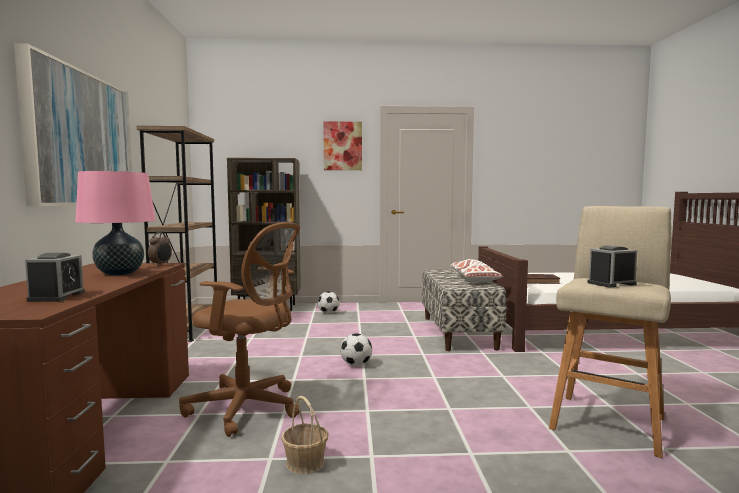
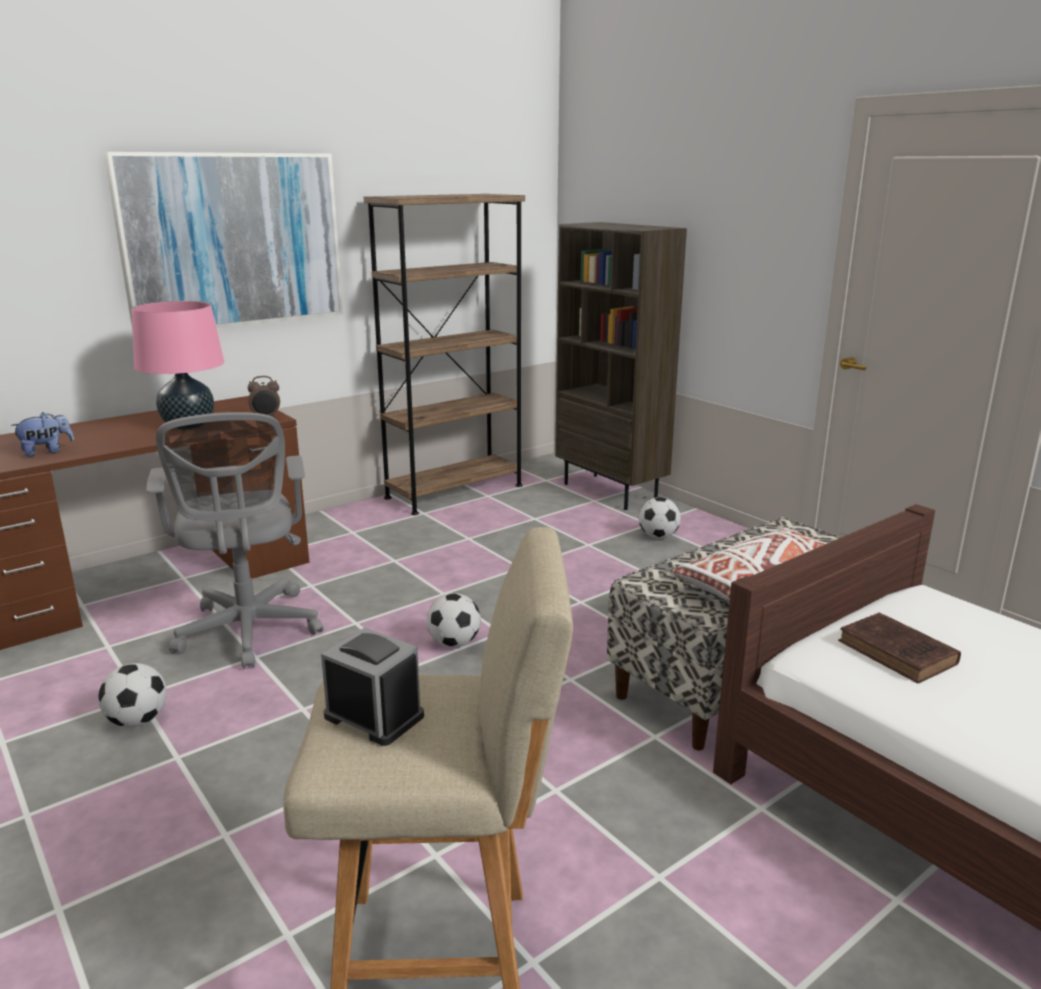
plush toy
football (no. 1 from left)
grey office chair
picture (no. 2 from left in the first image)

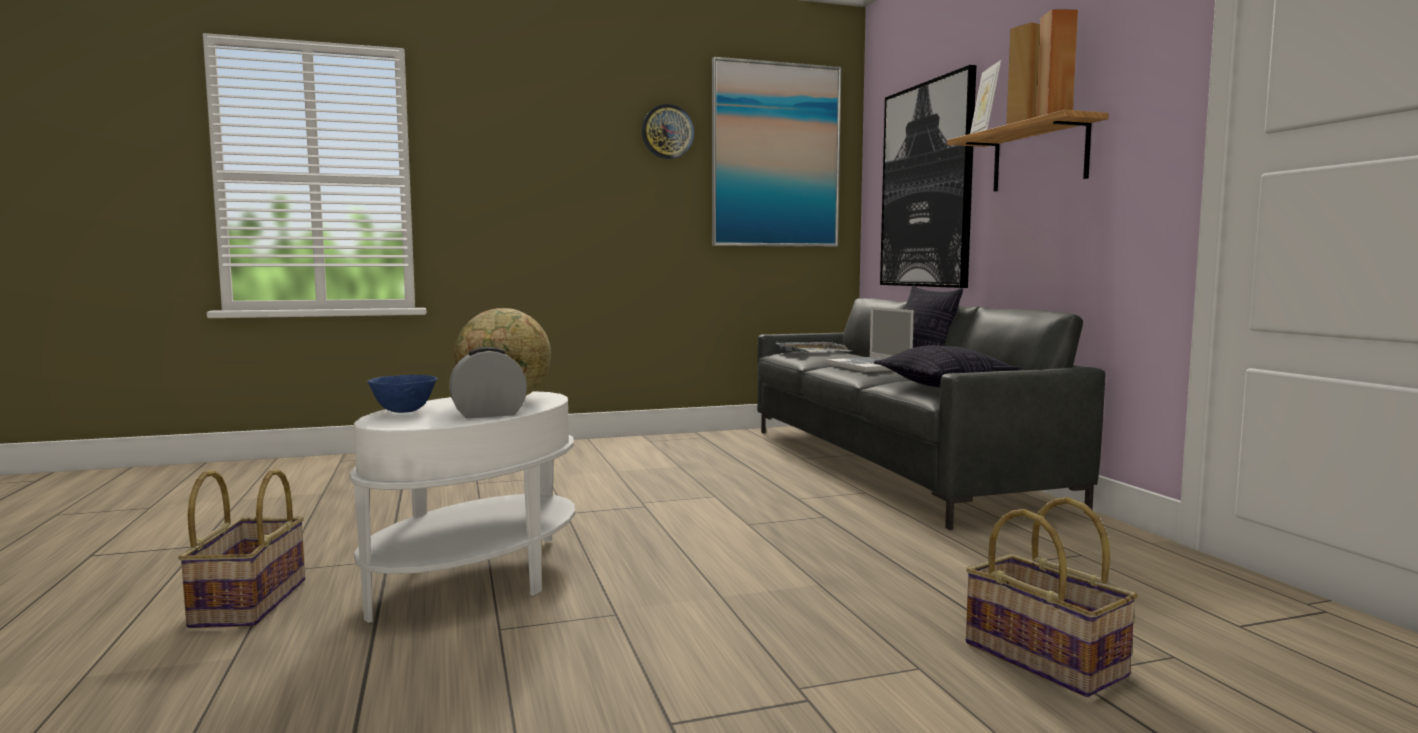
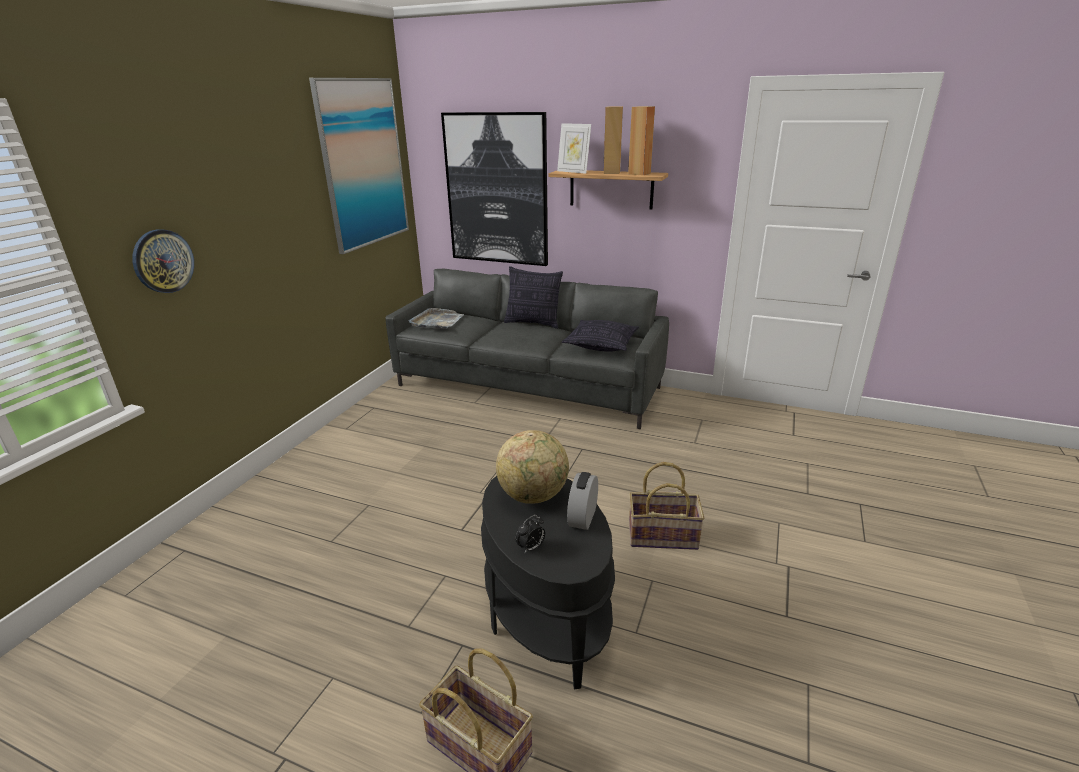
wall clock
black side table
alarm clock (no. 1 from left)
basket (no. 2 from left)
laptop

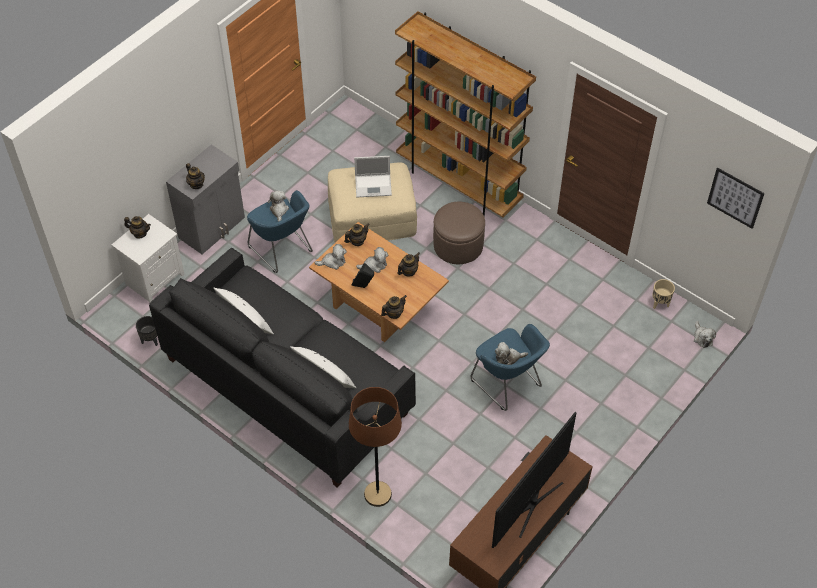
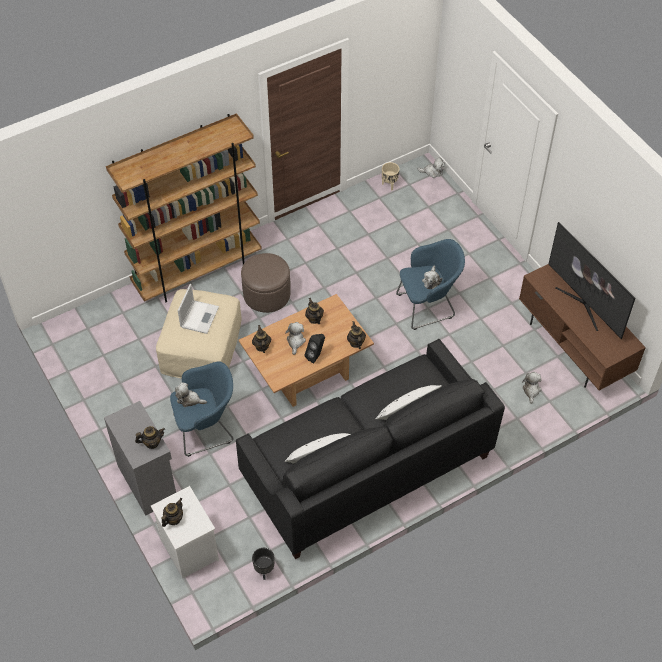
plush toy (no. 5 from left)
brown floor lamp
picture

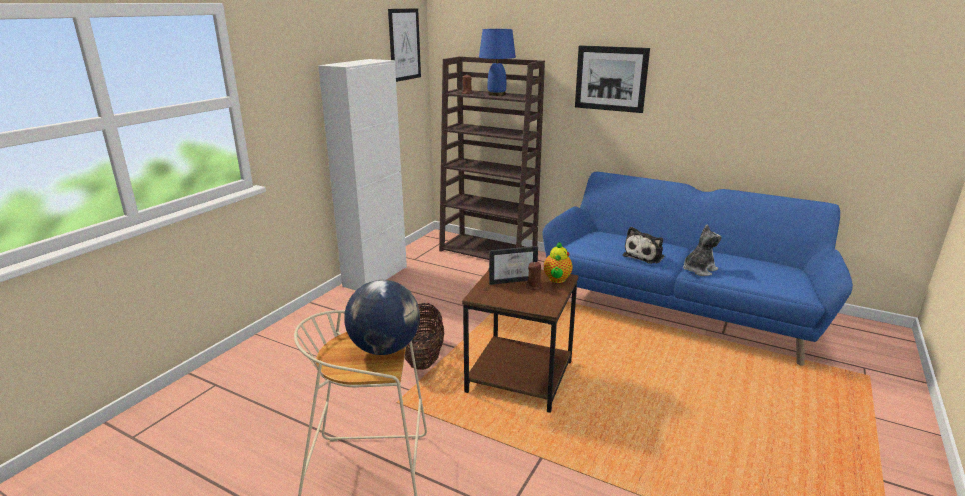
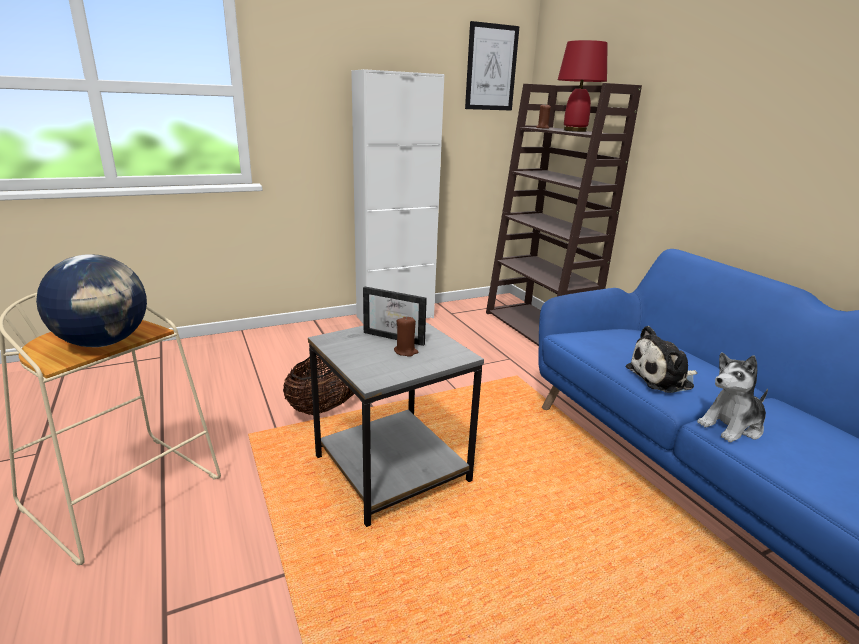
grey side table
red table lamp
plush toy (no. 2 from left)
teapot
picture (no. 2 from left in the first image)

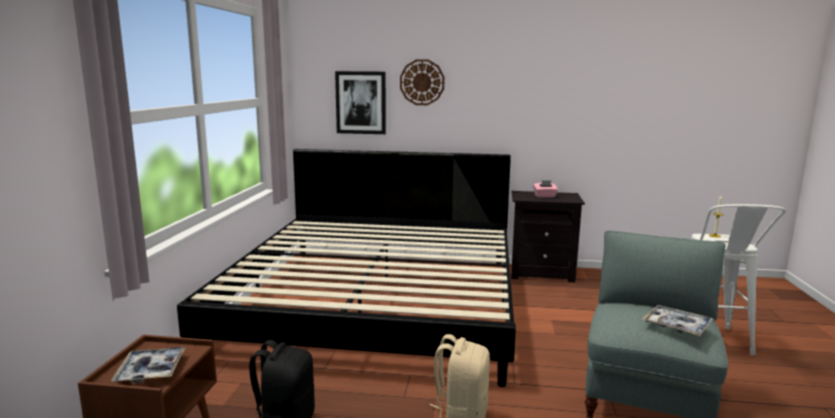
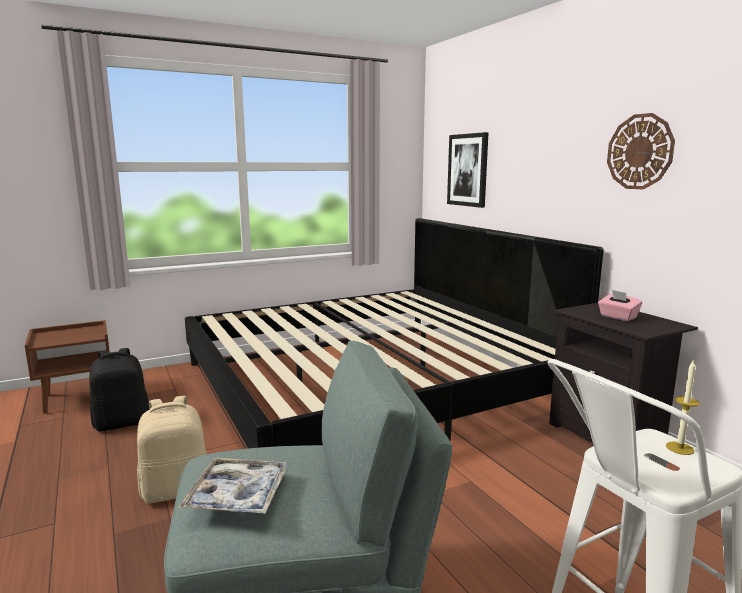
wall clock
tray (no. 1 from left in the first image)

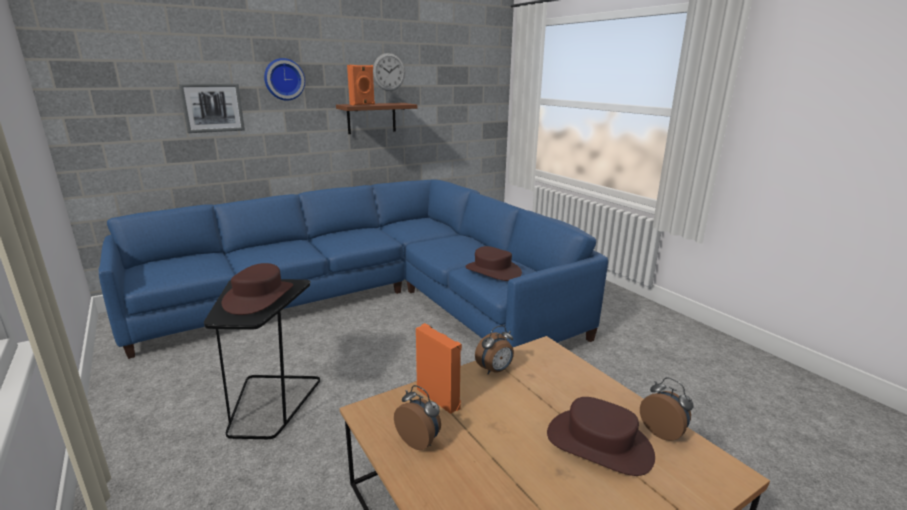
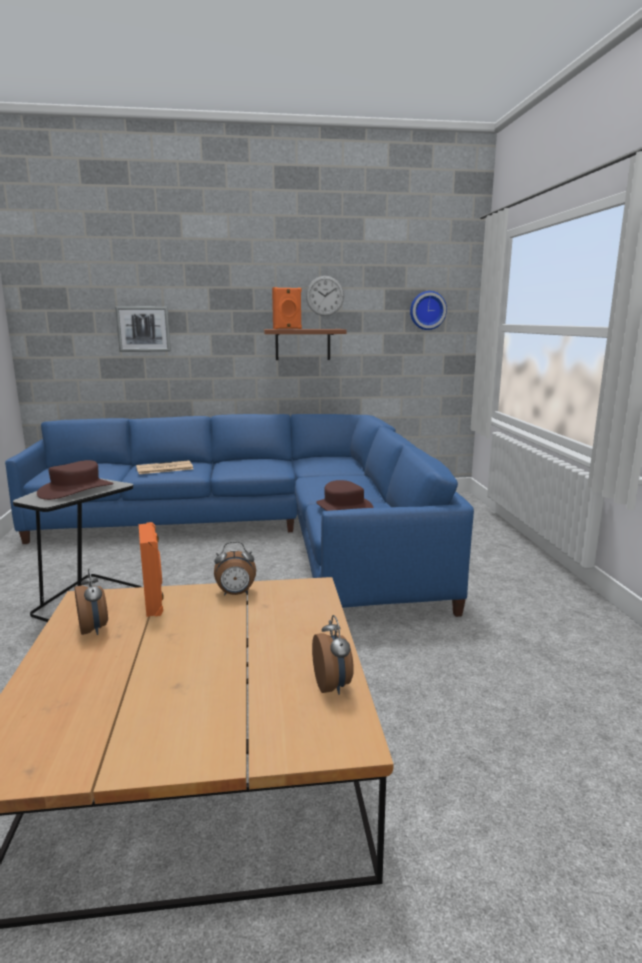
newspaper
wall clock (no. 2 from left)
brown hat (no. 3 from left in the first image)

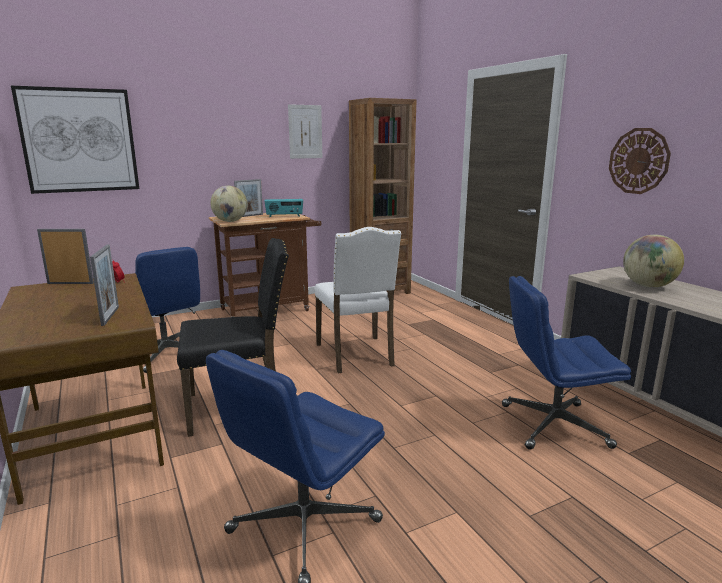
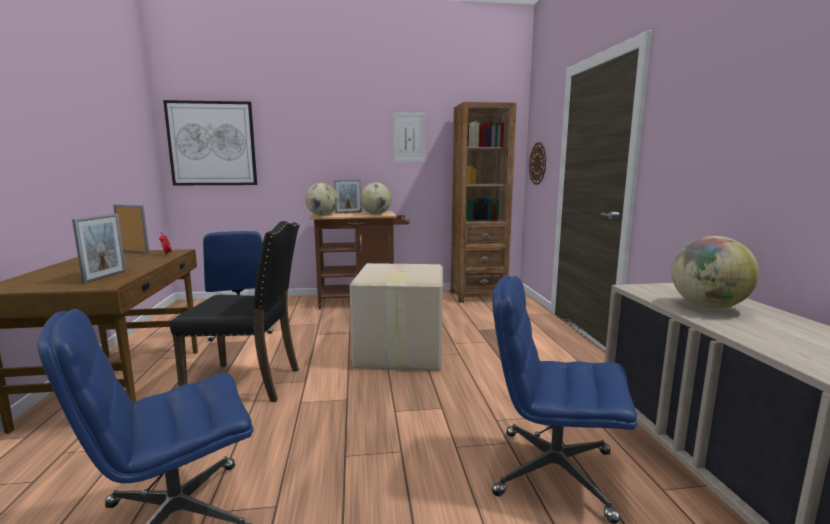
cardboard box
globe (no. 2 from left)
wall clock

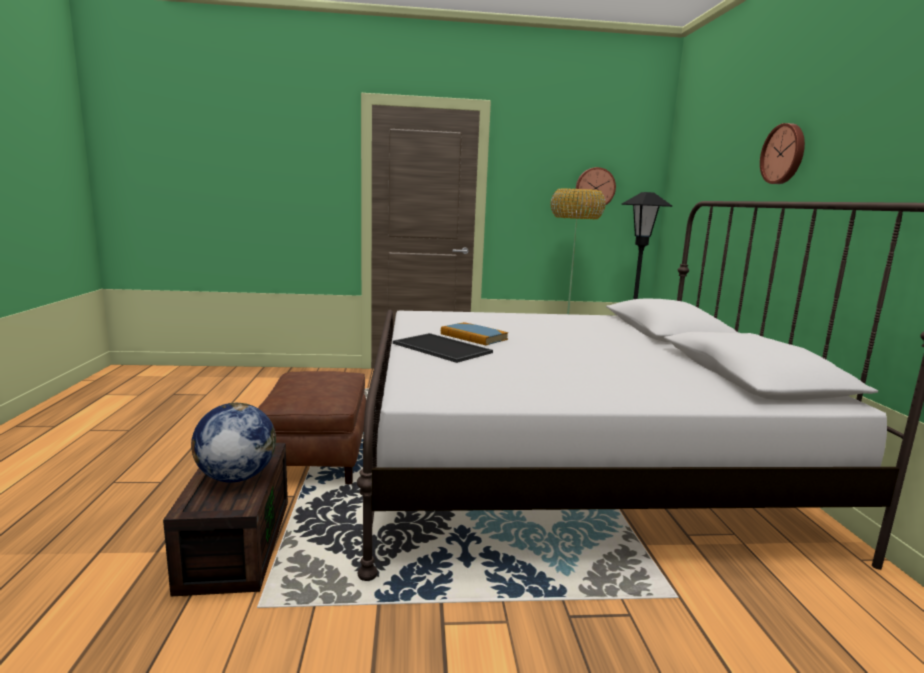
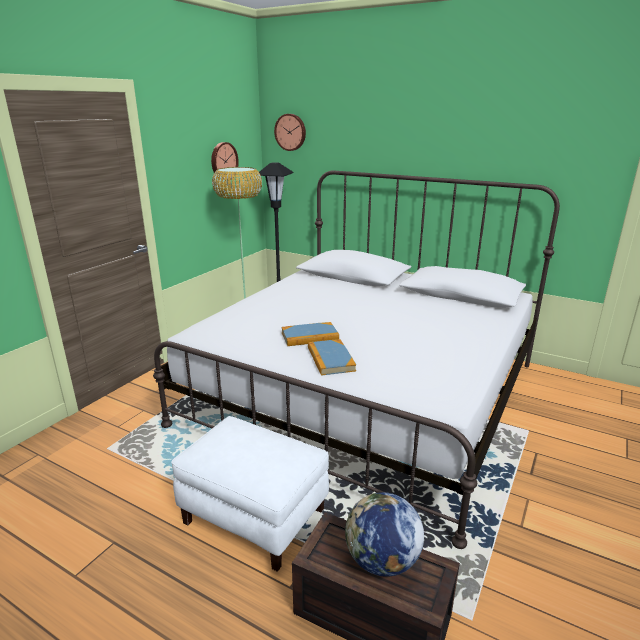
white ottoman
wall clock (no. 2 from left)
book (no. 2 from left)

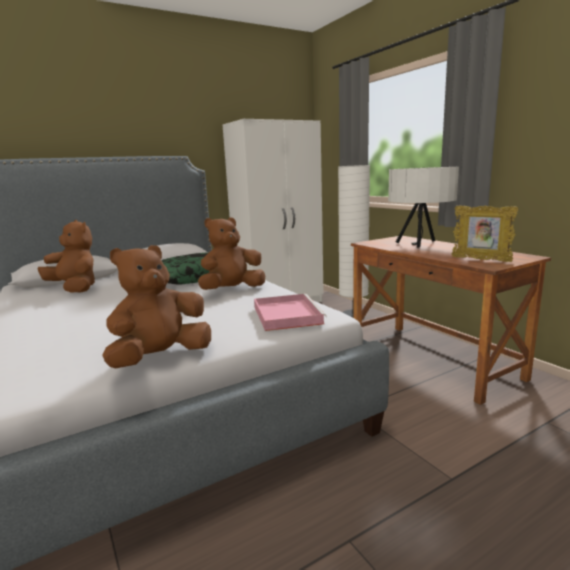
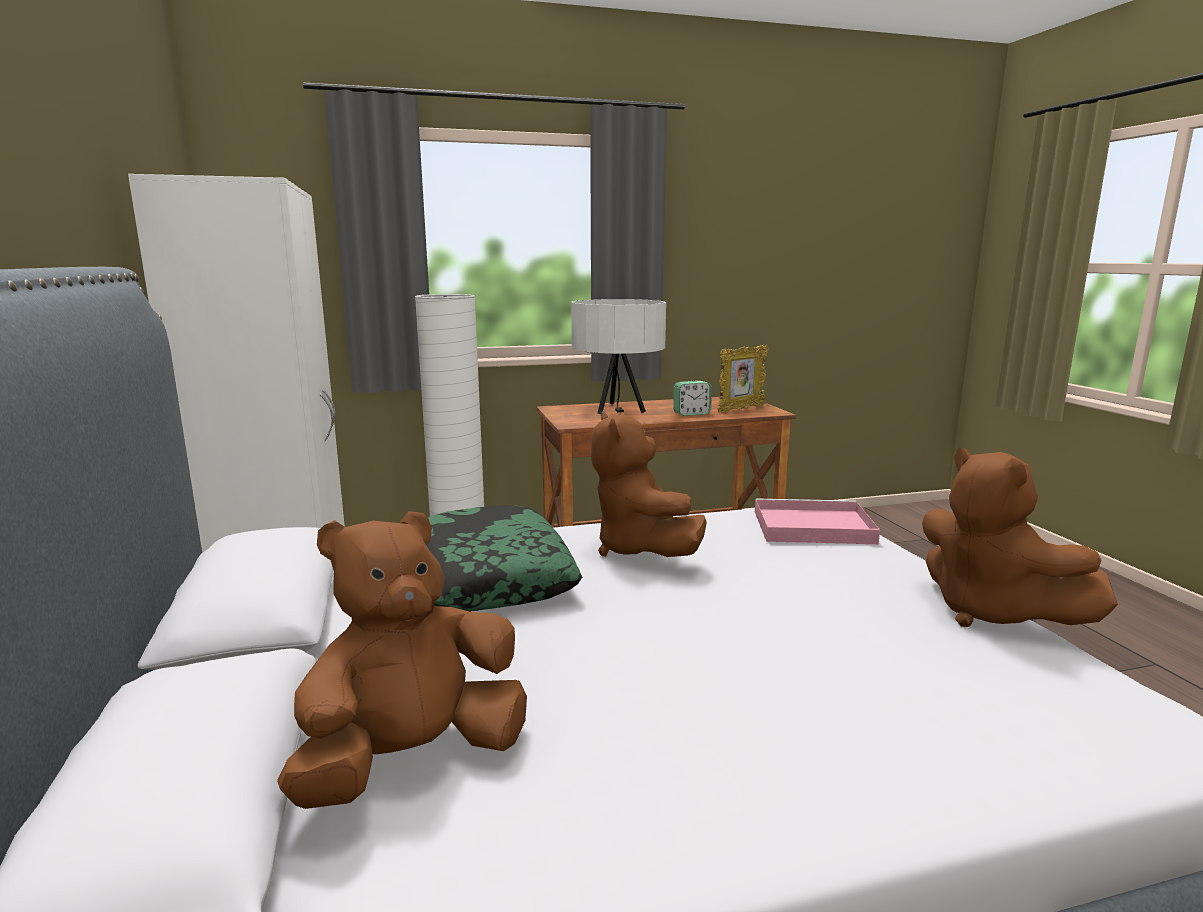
alarm clock

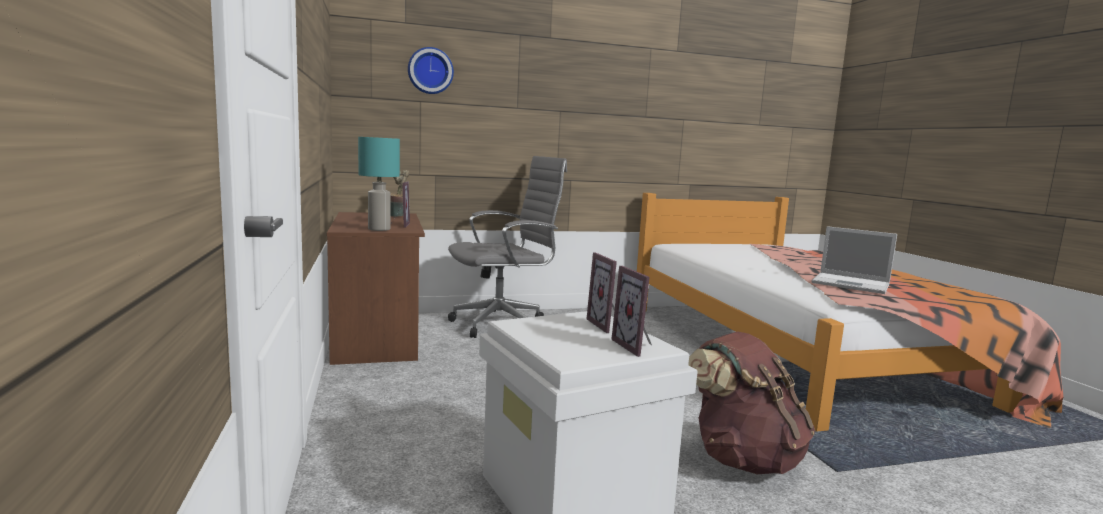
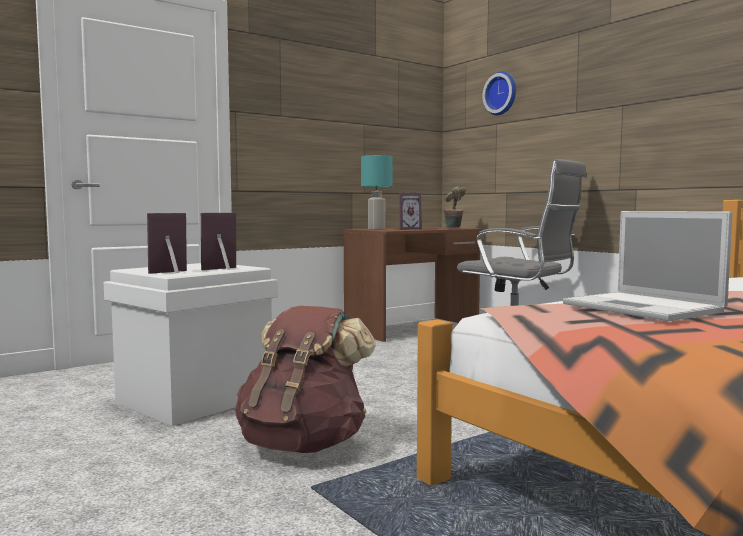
laptop

